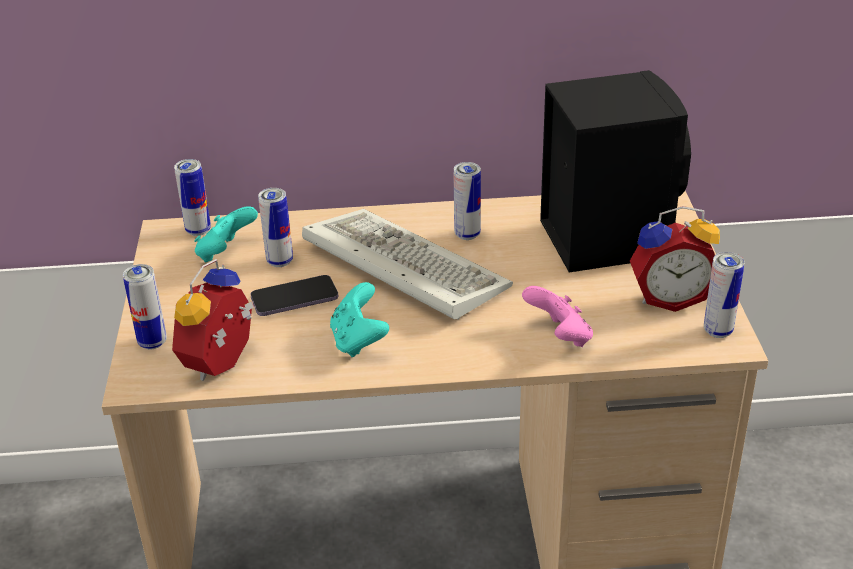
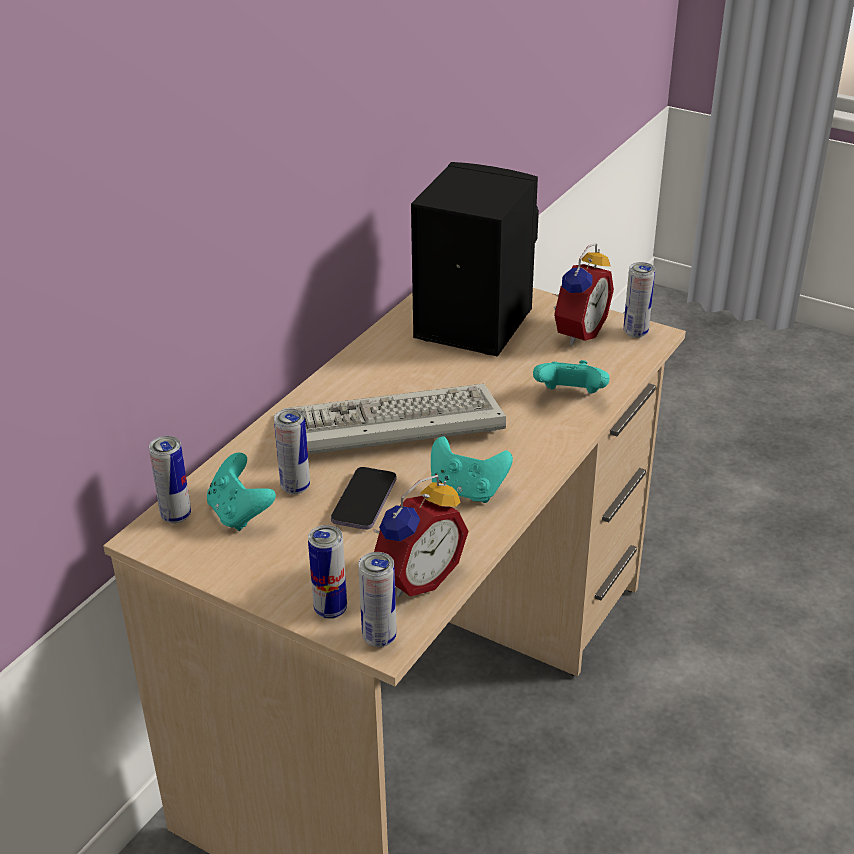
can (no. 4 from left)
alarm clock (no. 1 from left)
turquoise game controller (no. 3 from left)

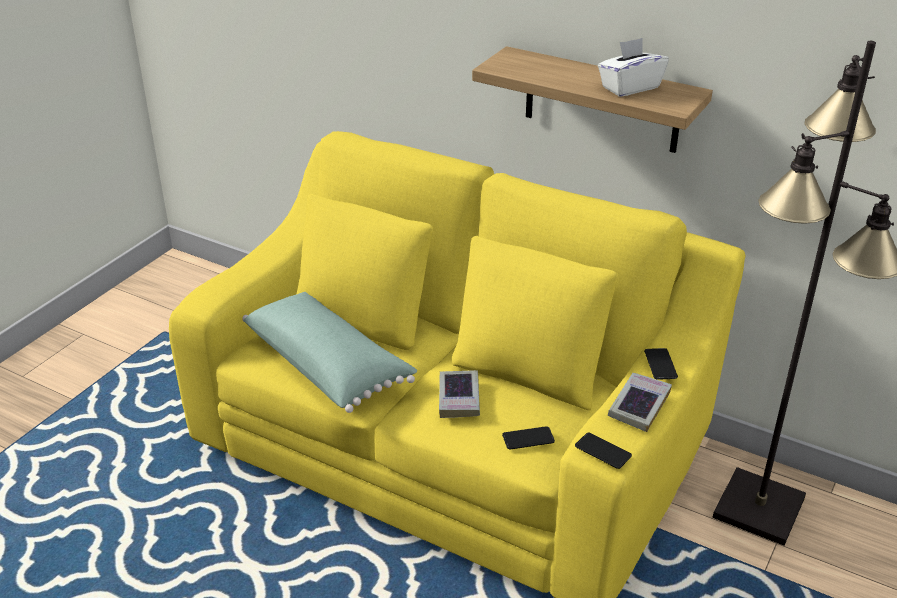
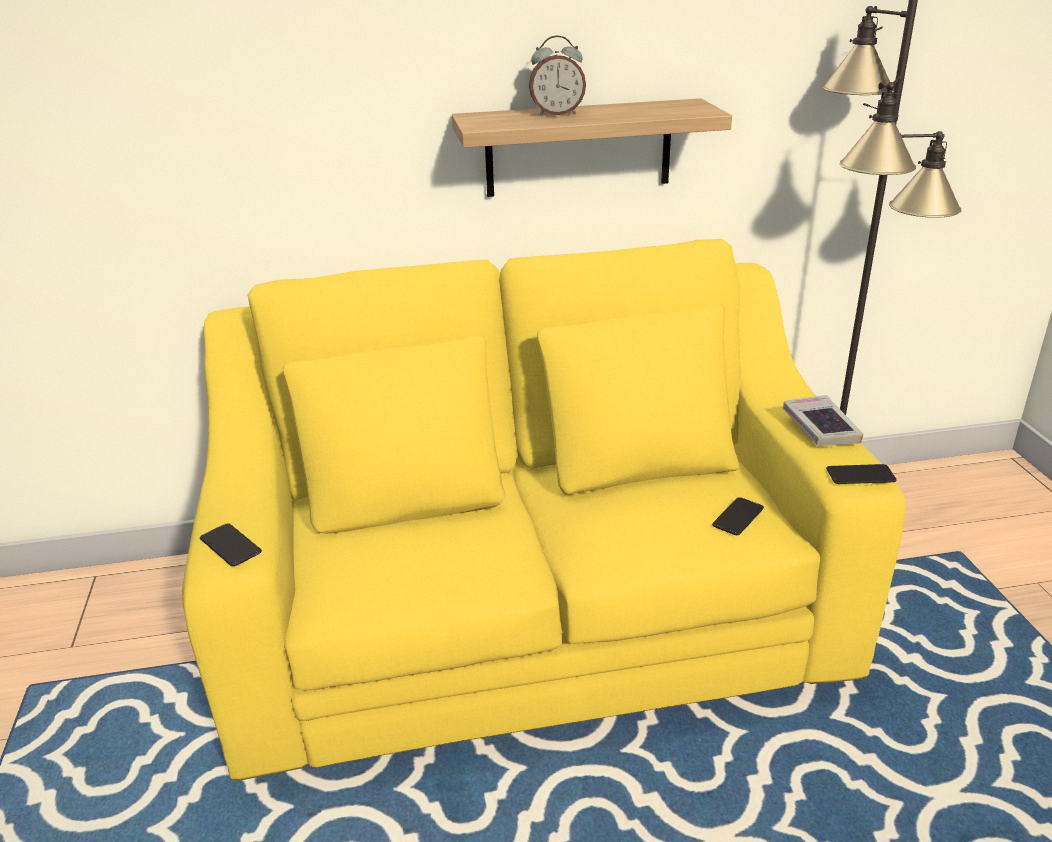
phone (no. 1 from left)
alarm clock
green pillow
book (no. 1 from left in the first image)
white tissue box

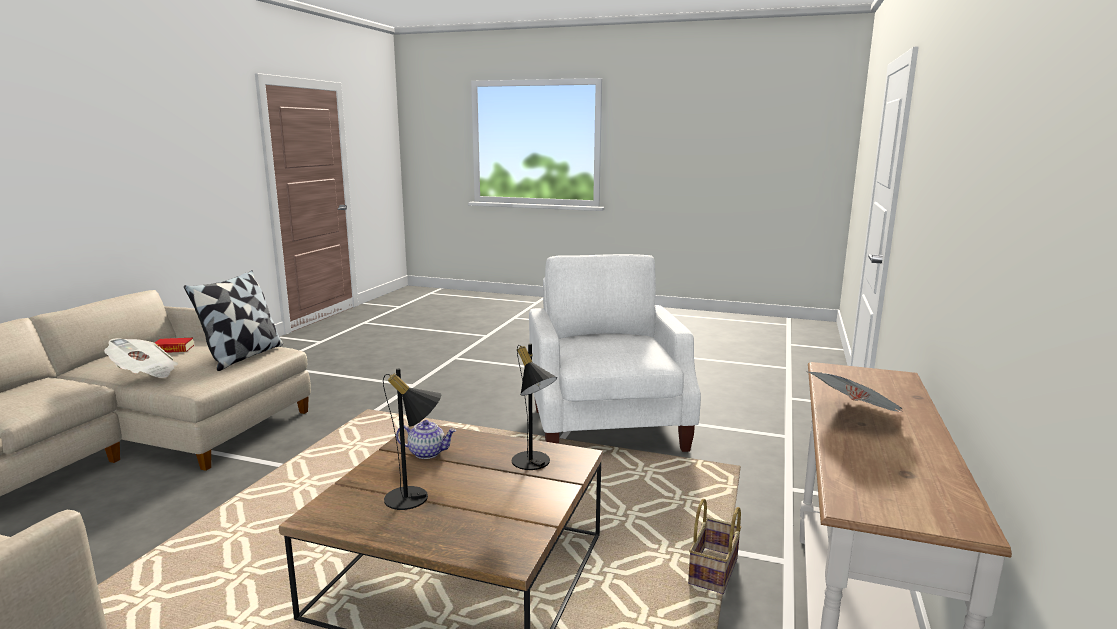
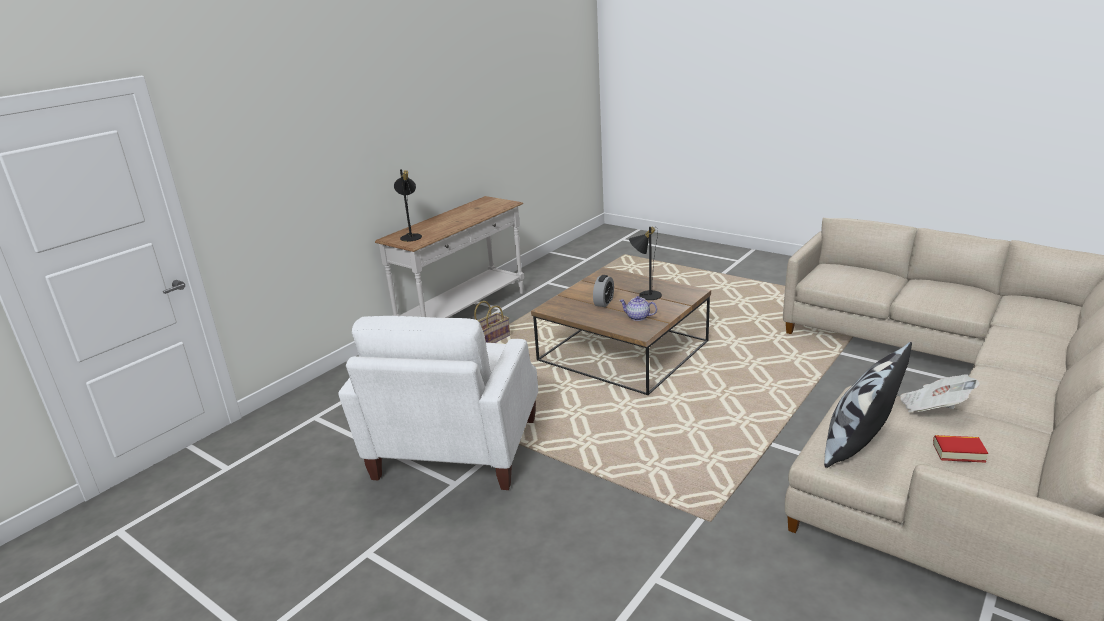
black table lamp (no. 1 from left)
alarm clock
newspaper (no. 2 from left in the first image)

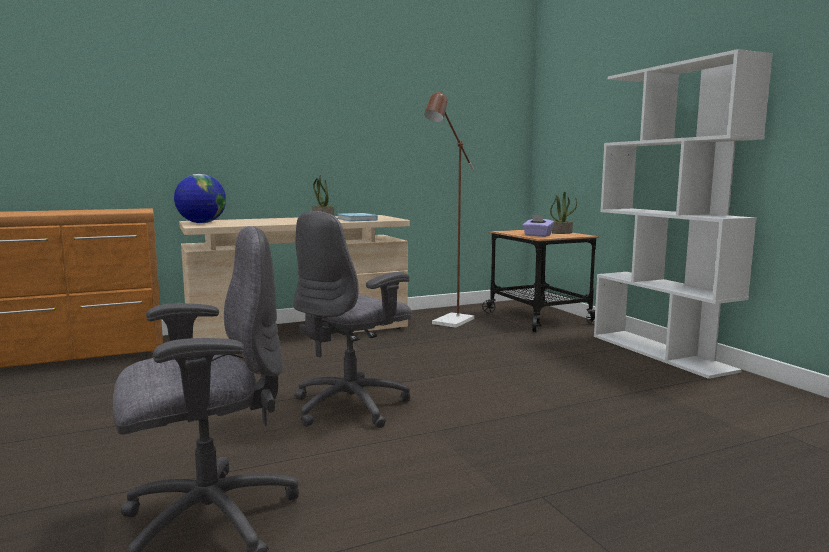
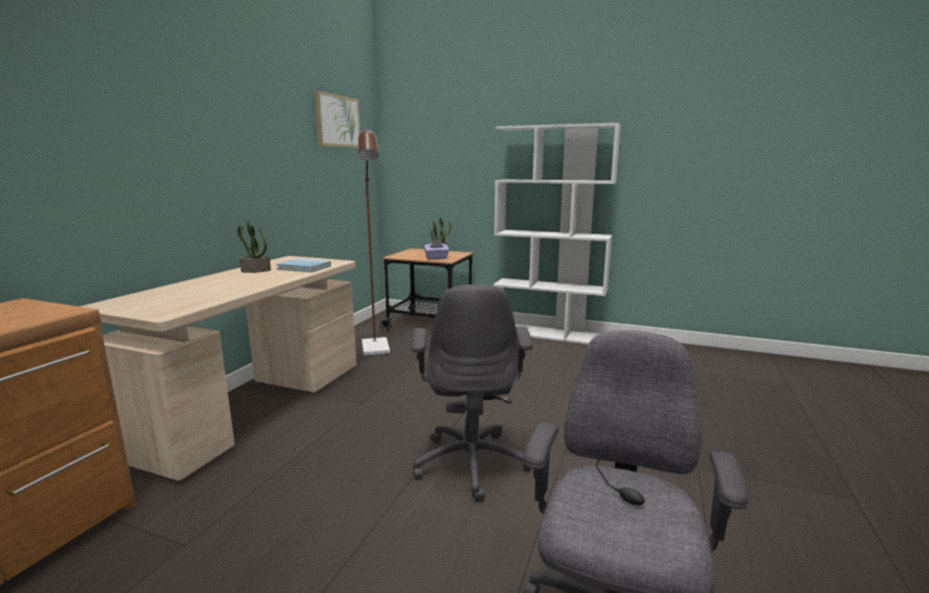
picture
globe

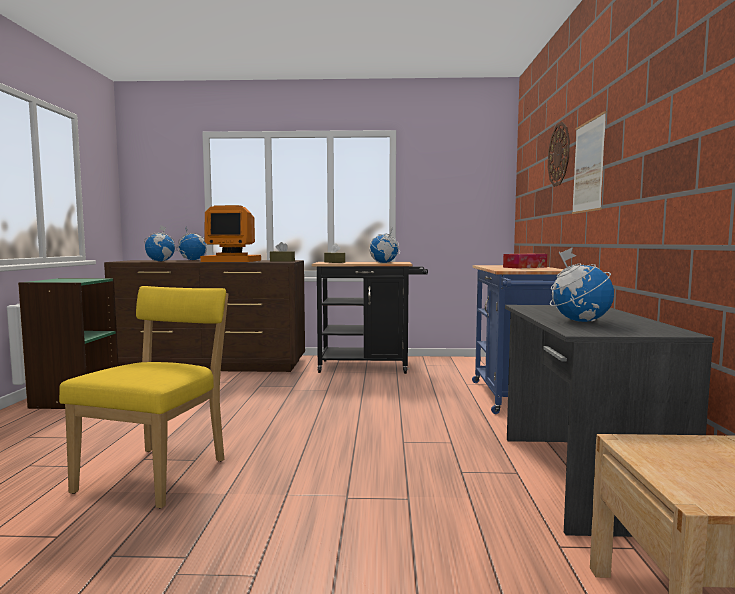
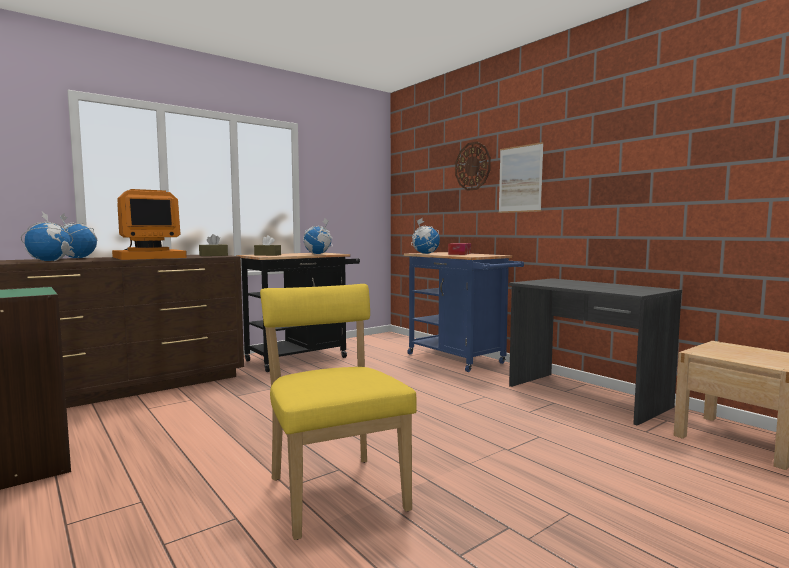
globe (no. 4 from left)

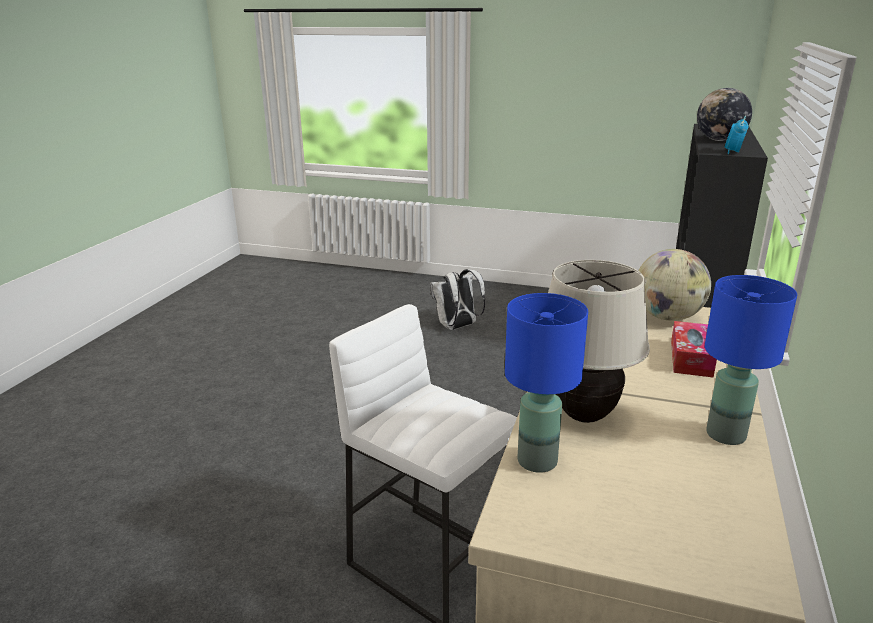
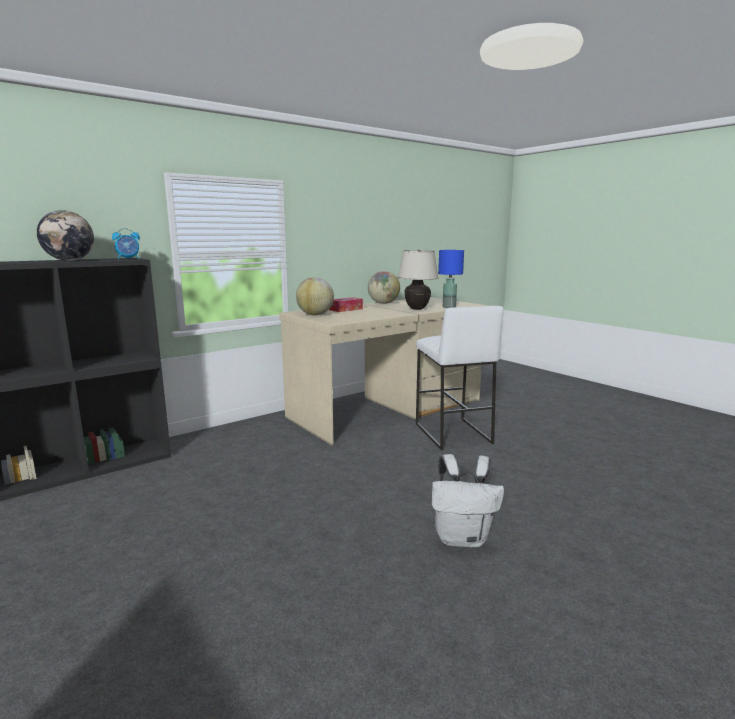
globe (no. 3 from left)
white backpack

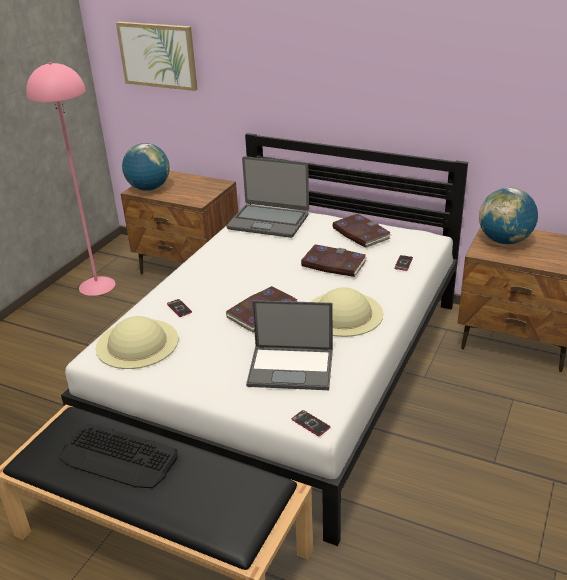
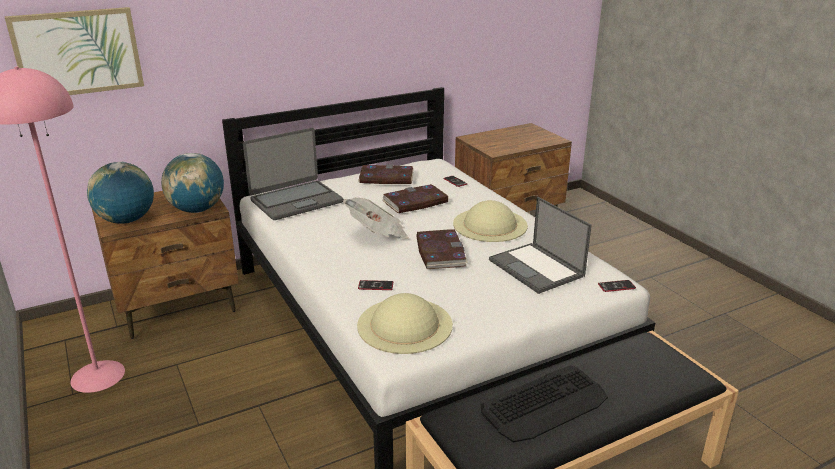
globe (no. 2 from left)
newspaper
laptop (no. 2 from left)

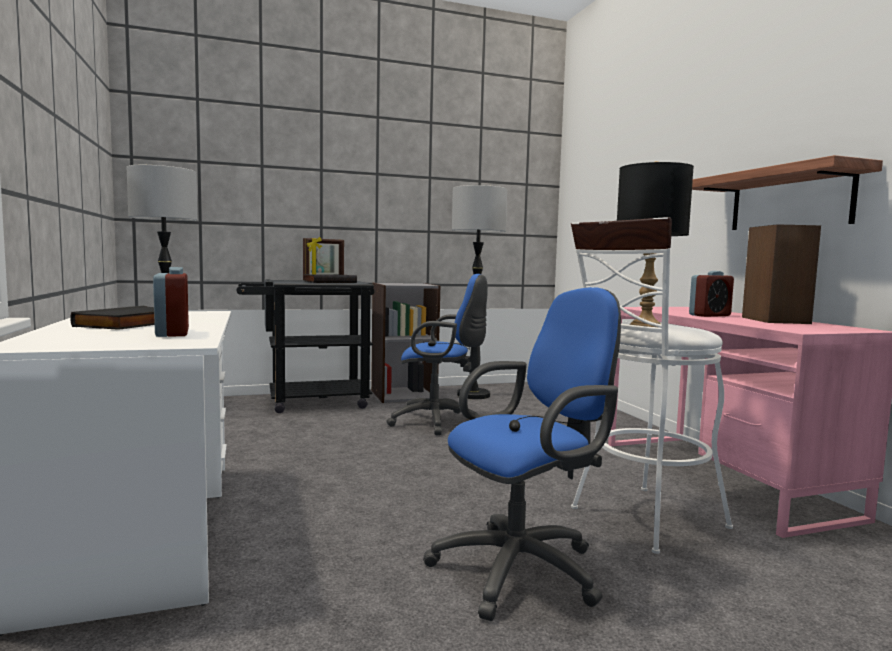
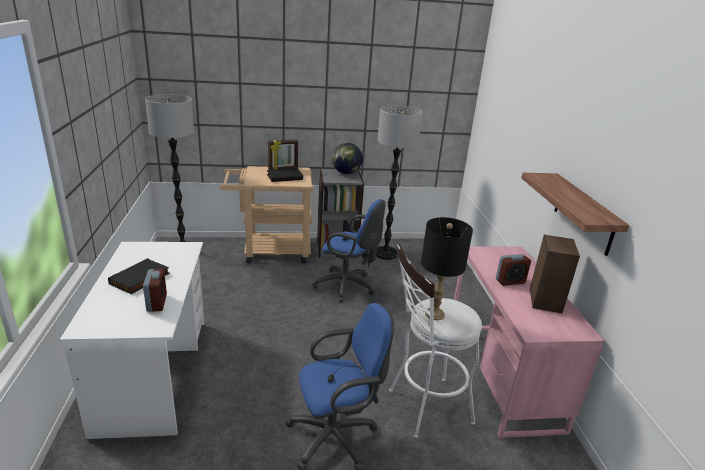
beige cart
globe

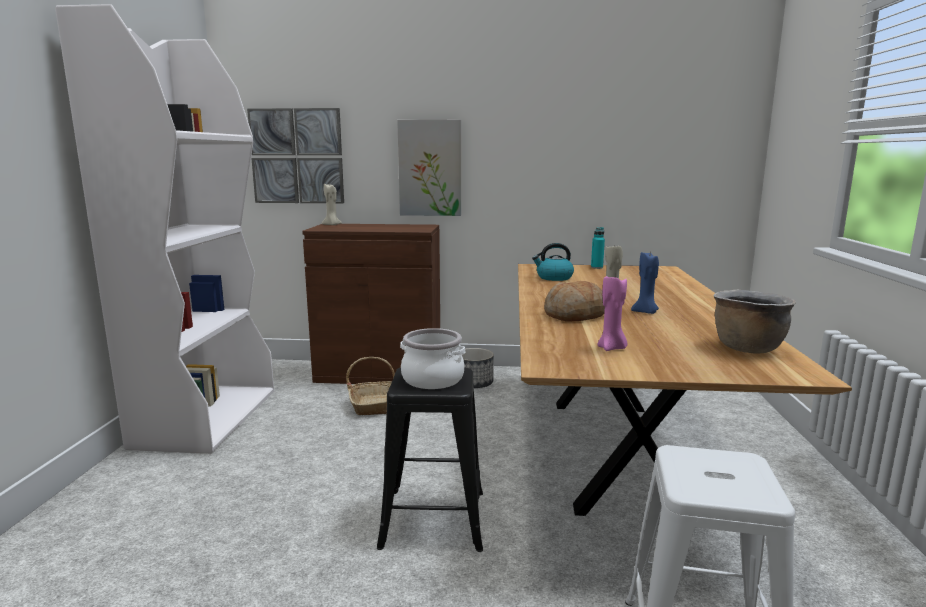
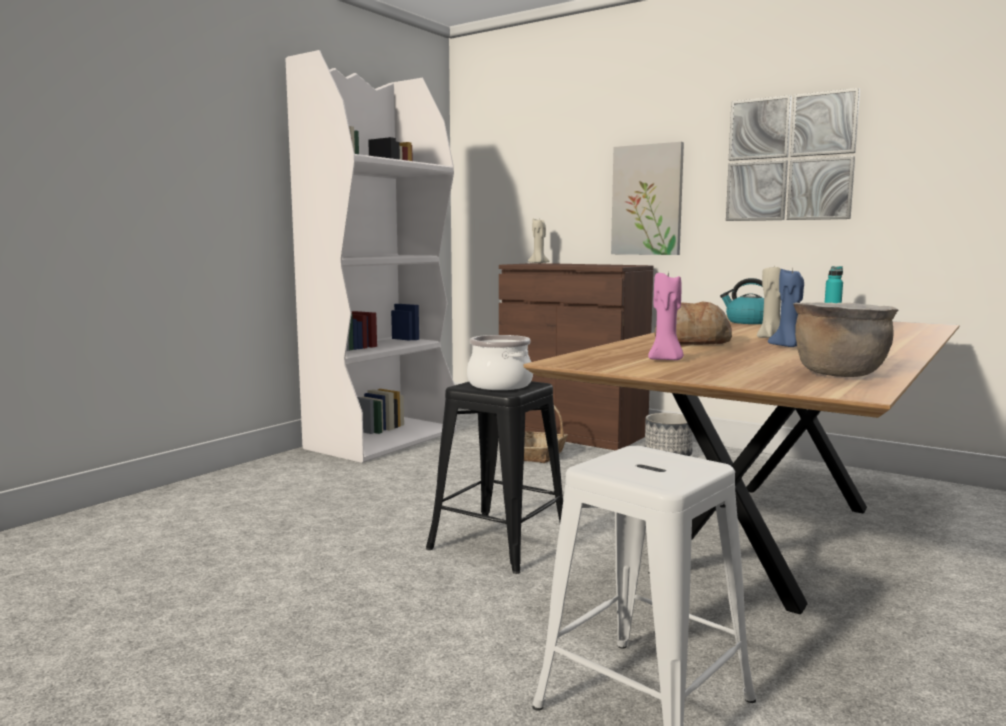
picture (no. 2 from left)

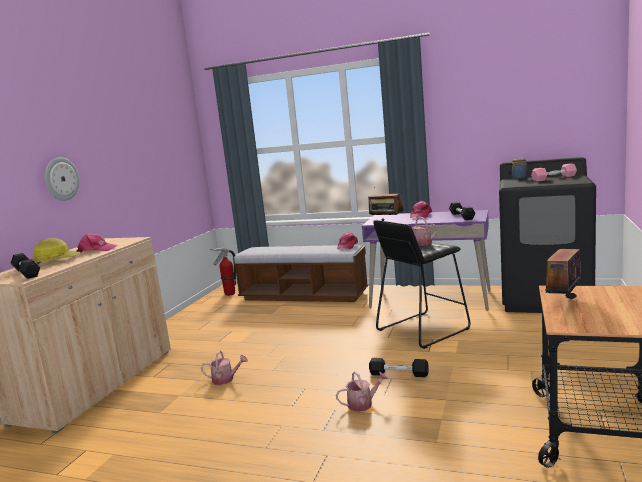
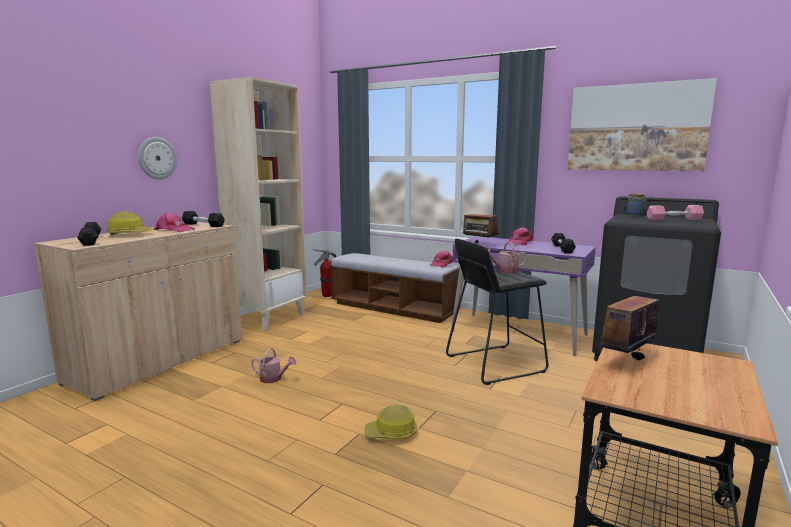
black dumbbell (no. 2 from left)
beige bookcase
hard hat (no. 2 from left)
picture

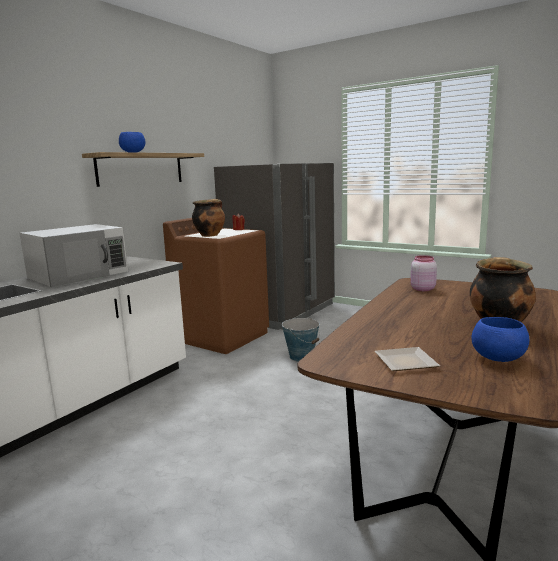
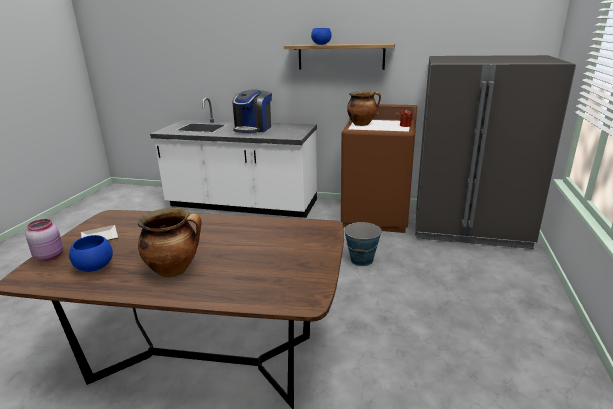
pink jar
coffee machine

